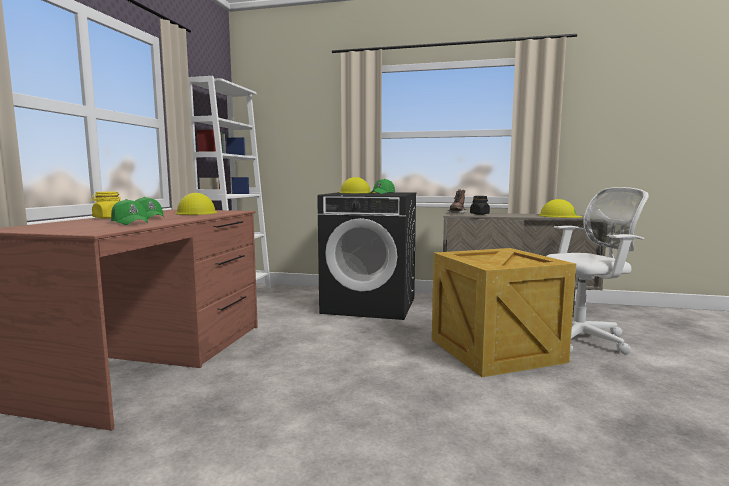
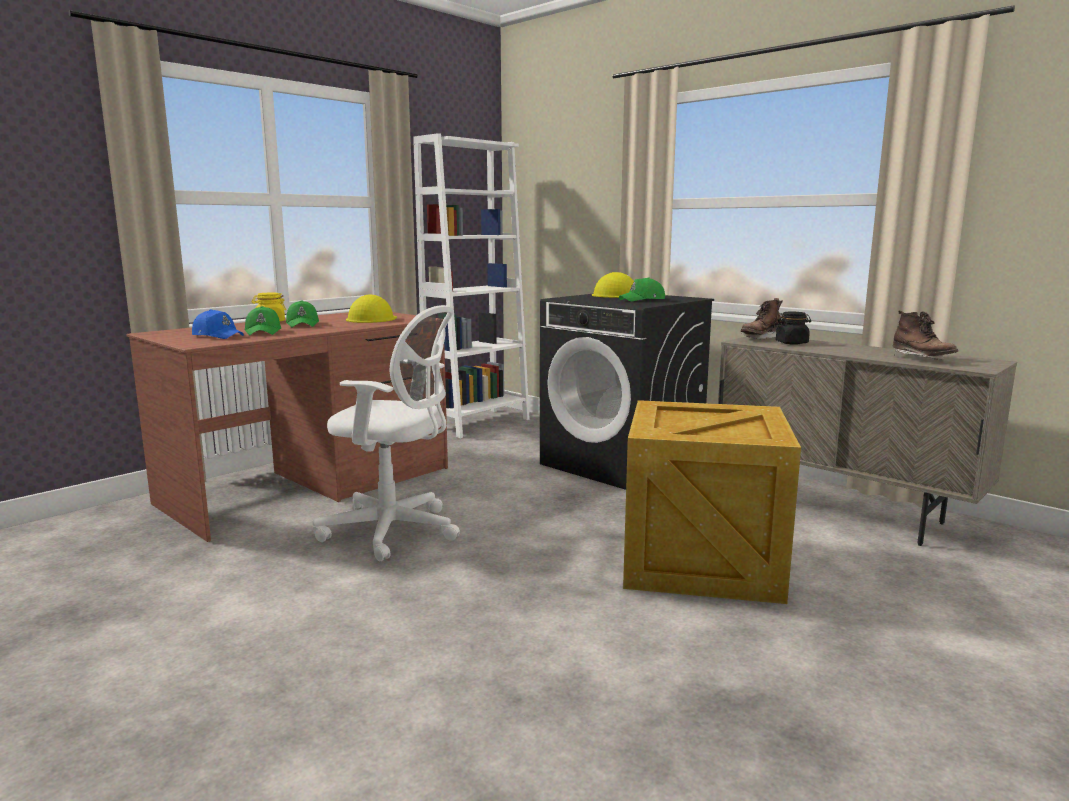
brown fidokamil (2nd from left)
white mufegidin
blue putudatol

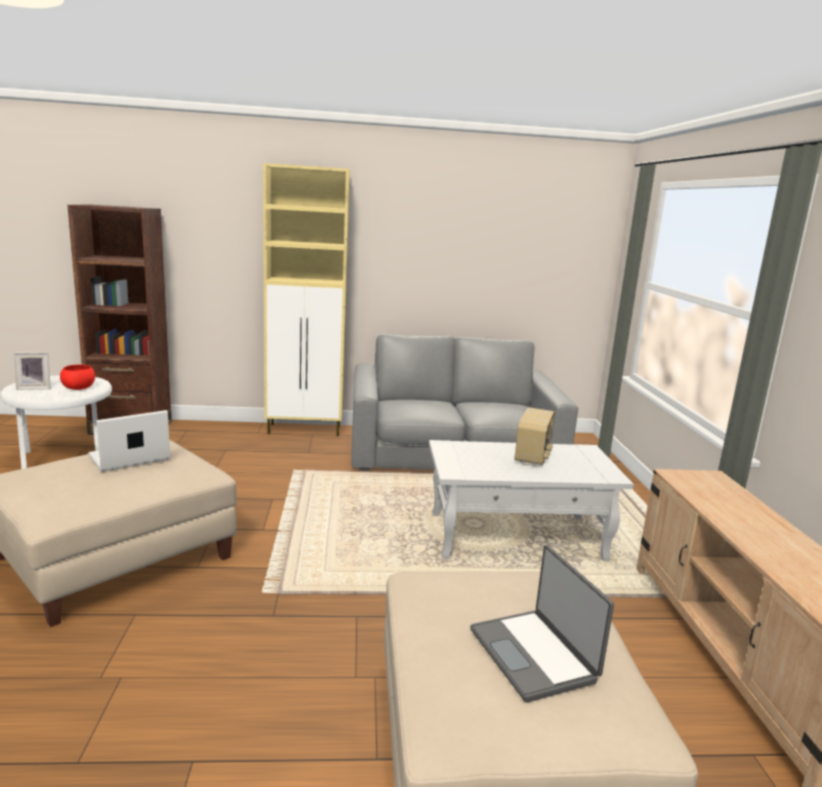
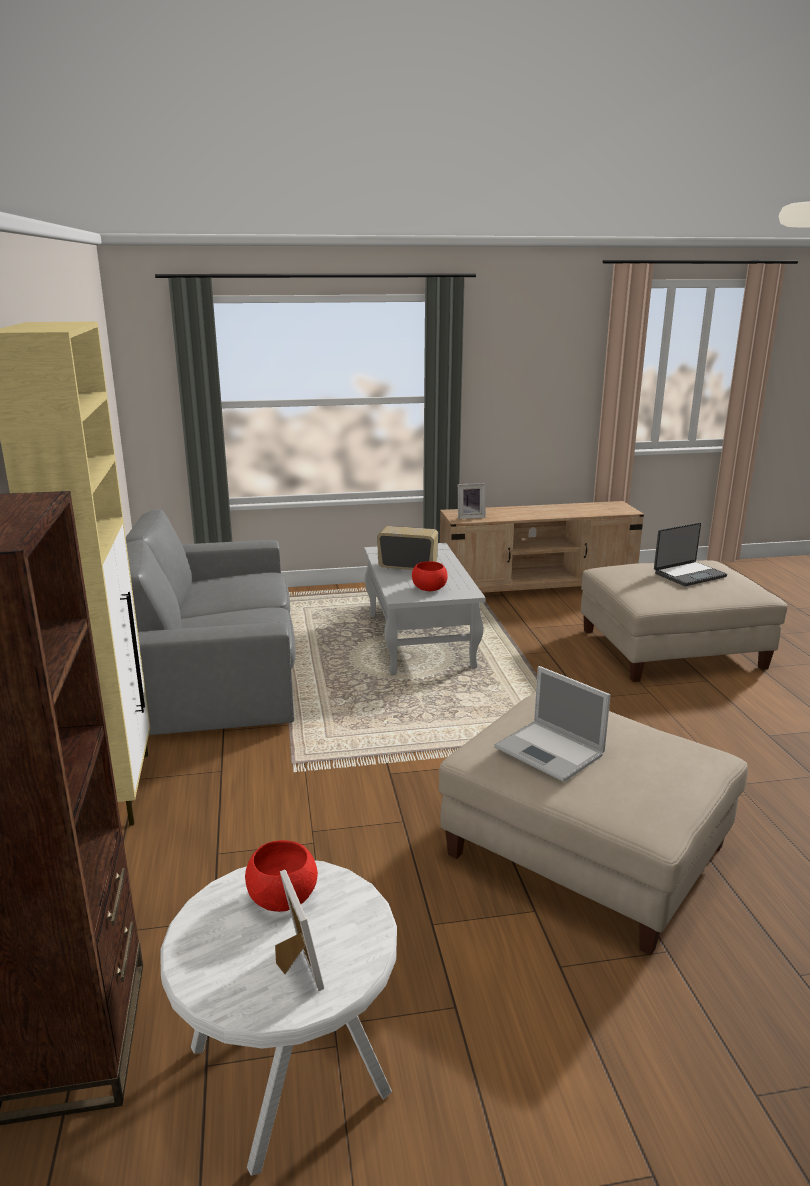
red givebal (2nd from left)
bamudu (2nd from left)

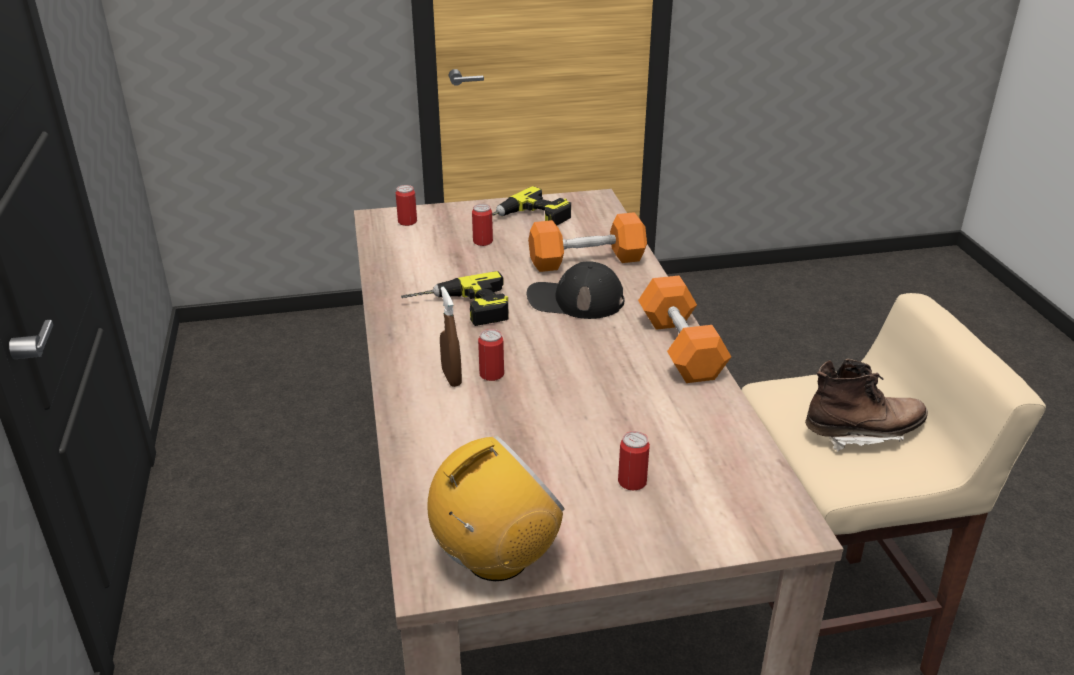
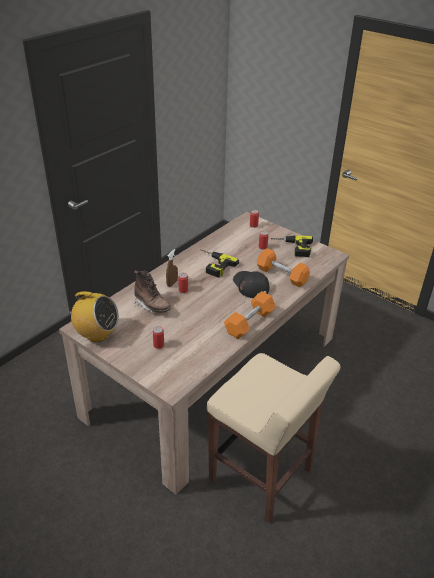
brown fidokamil

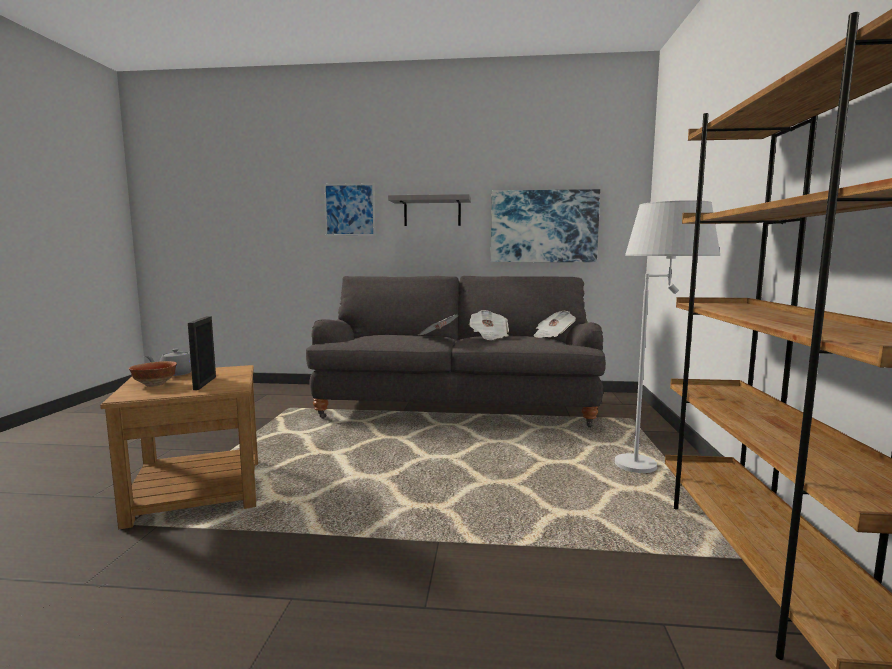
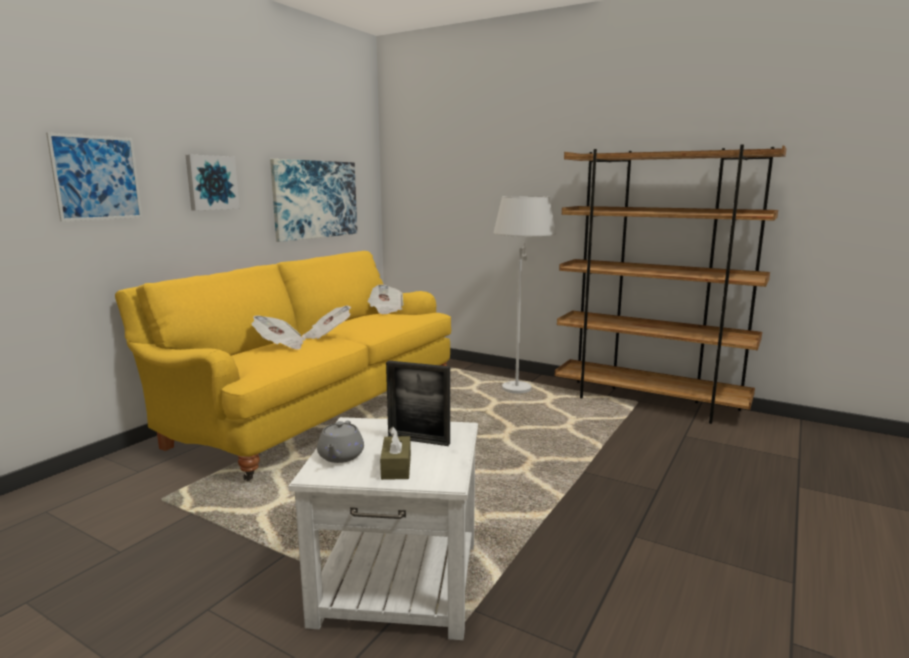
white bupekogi
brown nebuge
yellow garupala
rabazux (2nd from left)
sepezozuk (1st from left)

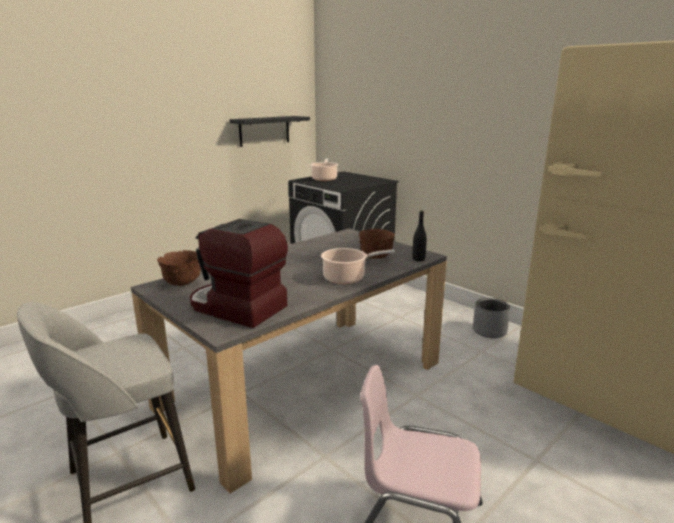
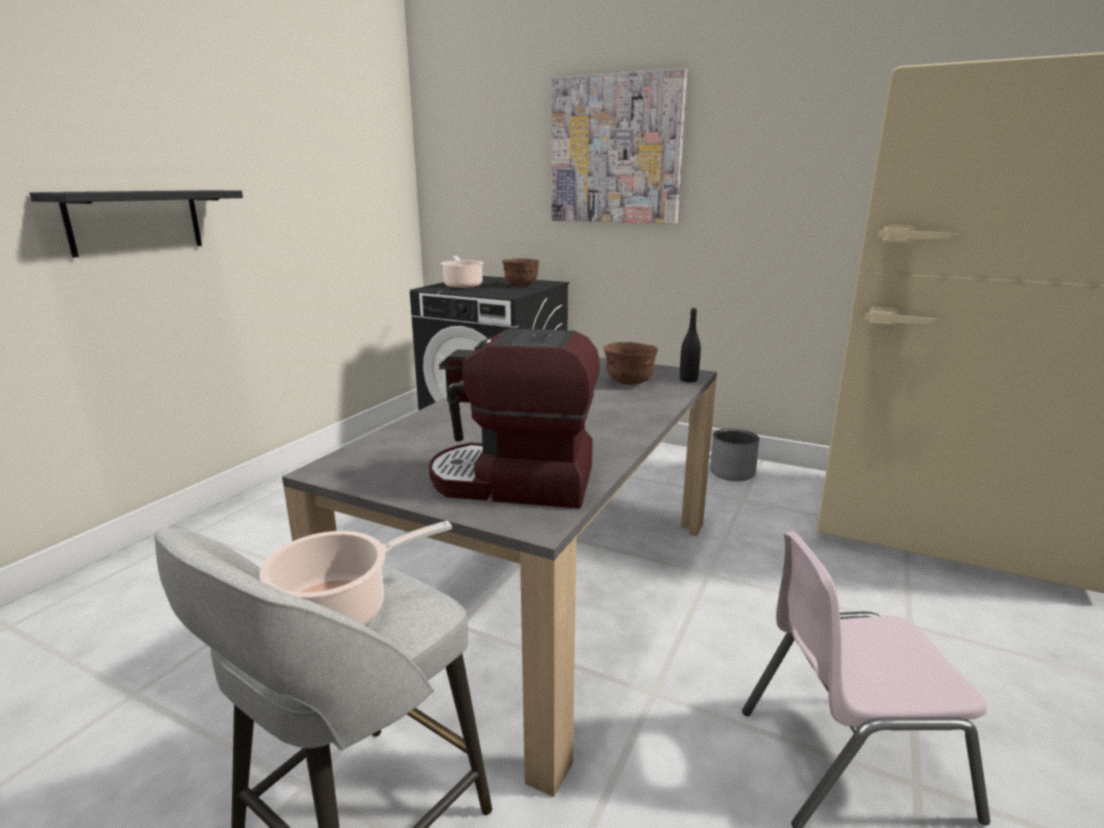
brown givebal (1st from left)
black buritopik
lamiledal (1st from left)
rabazux

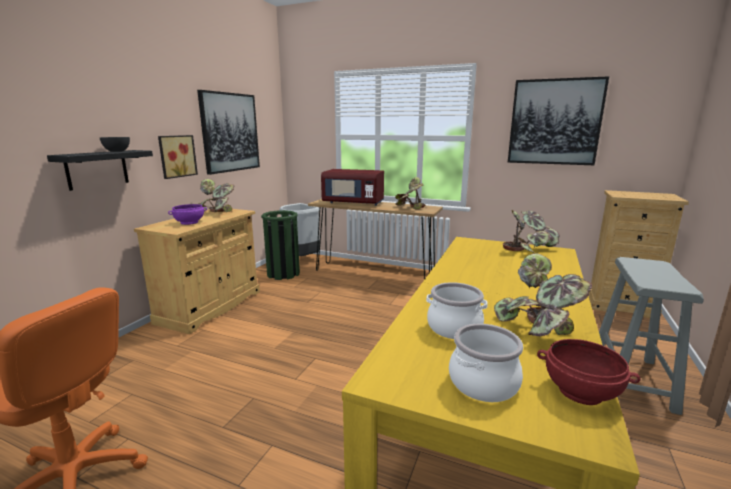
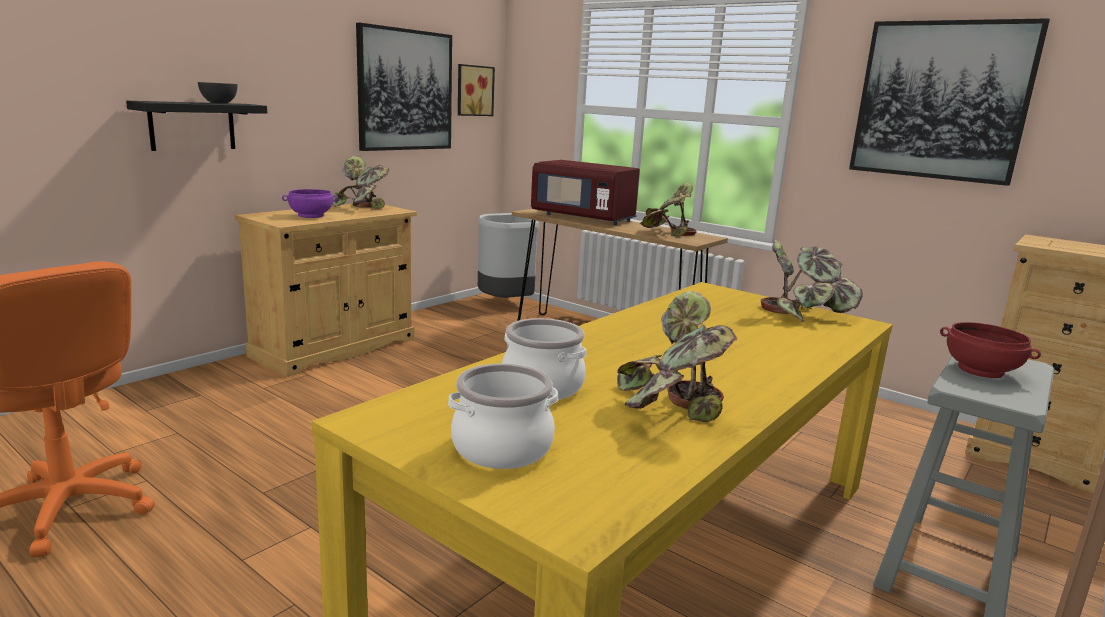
rabazux (2nd from left)
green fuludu
red givebal

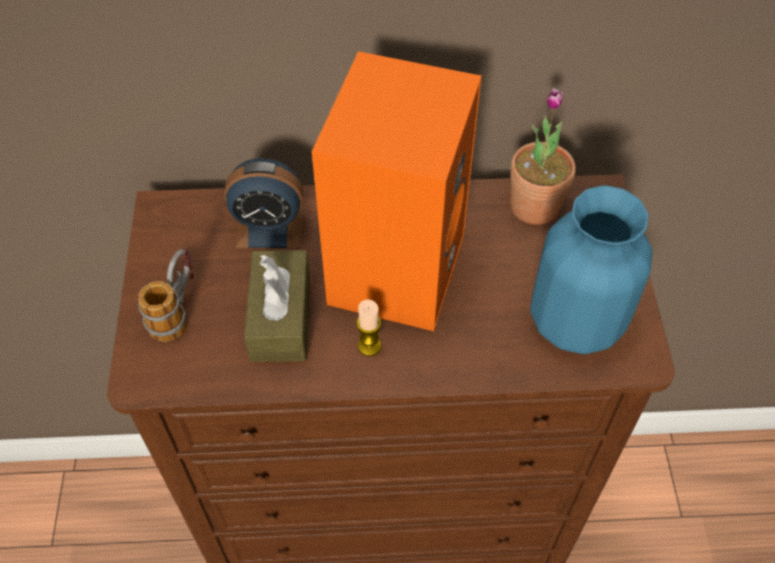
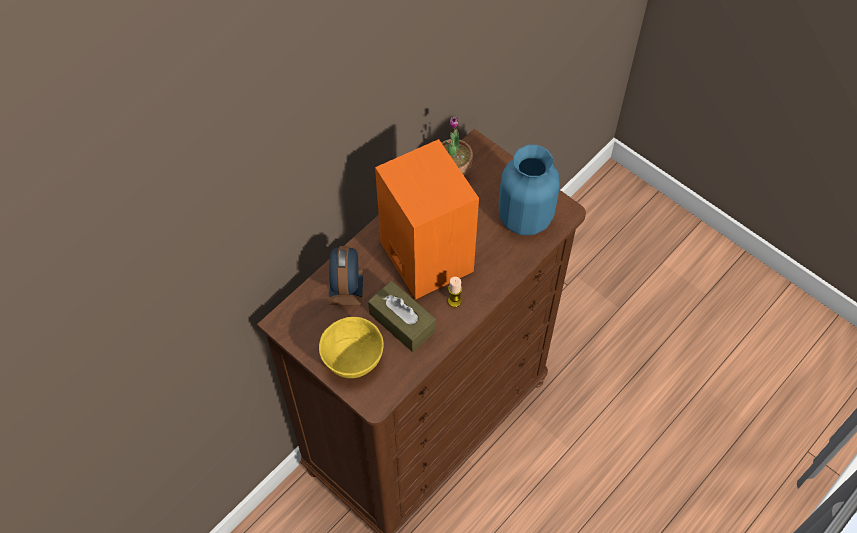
yellow givebal
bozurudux

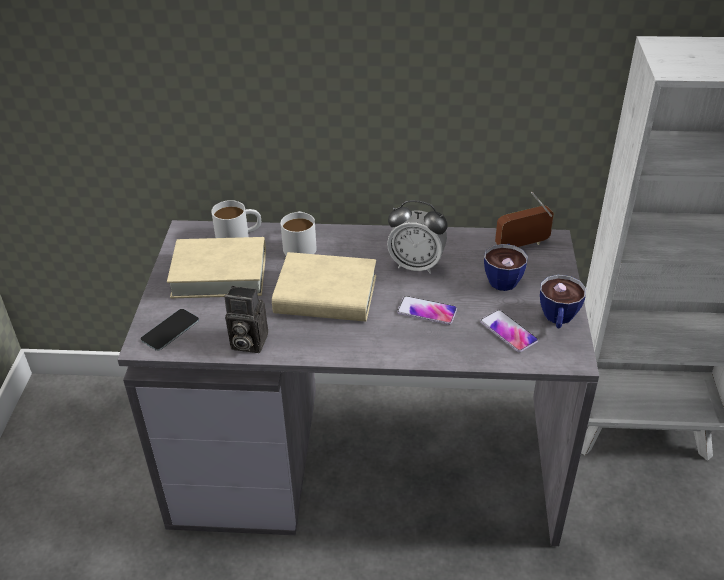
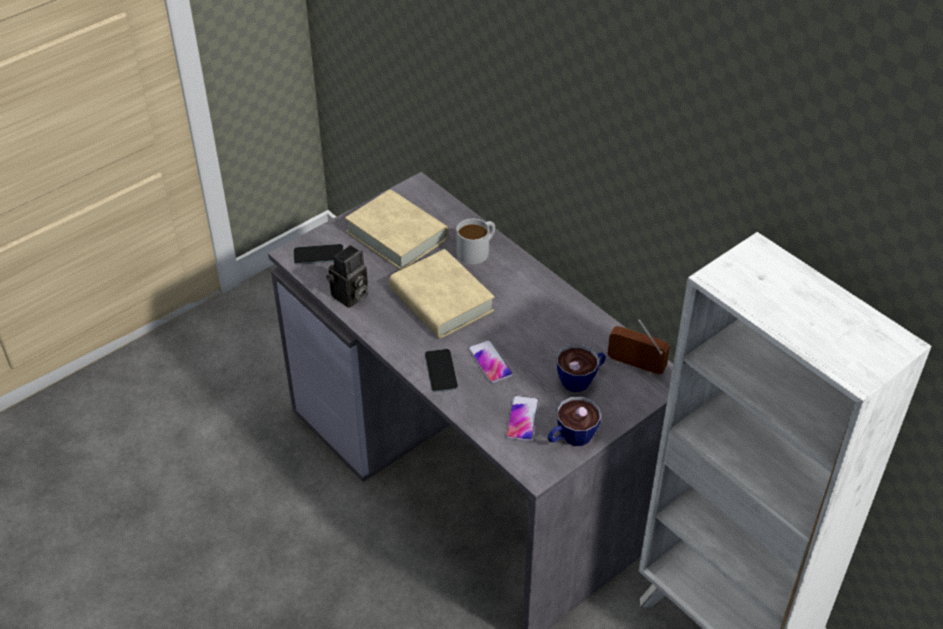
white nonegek (1st from left in the first image)
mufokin
bozurudux
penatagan (2nd from left)

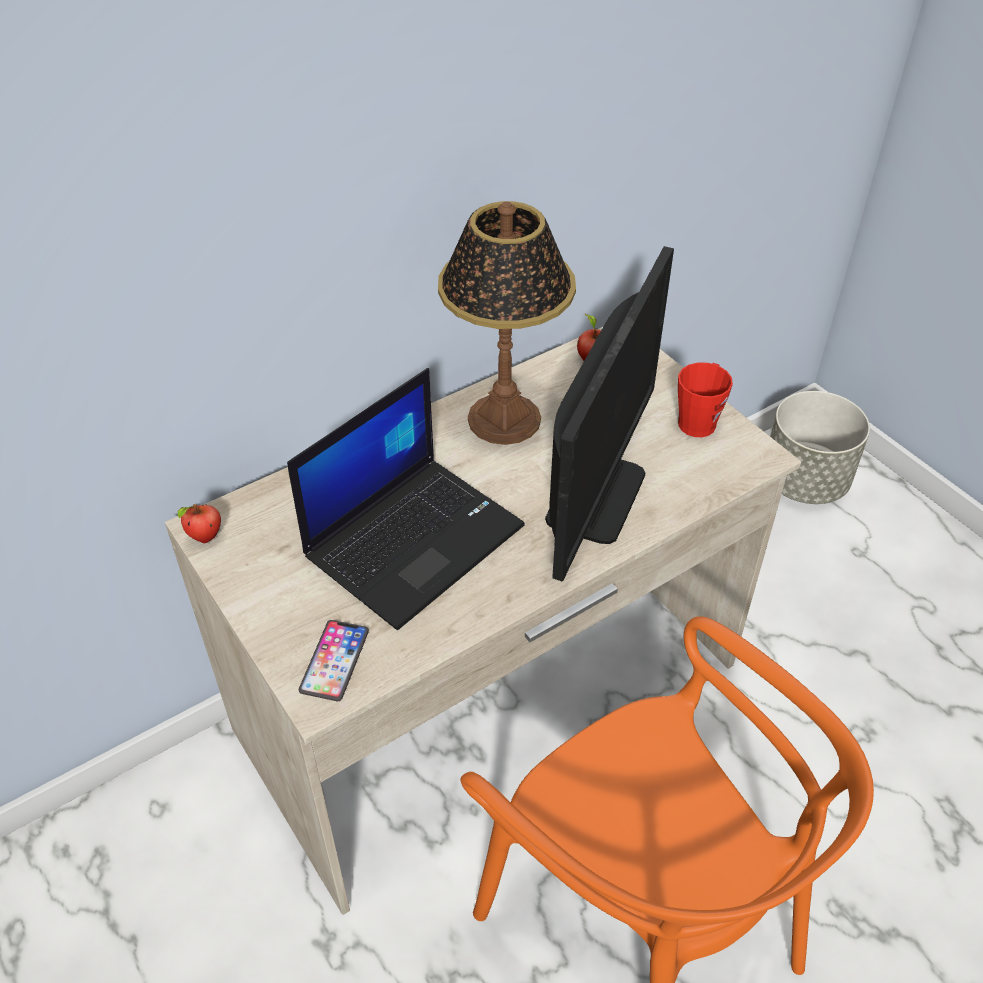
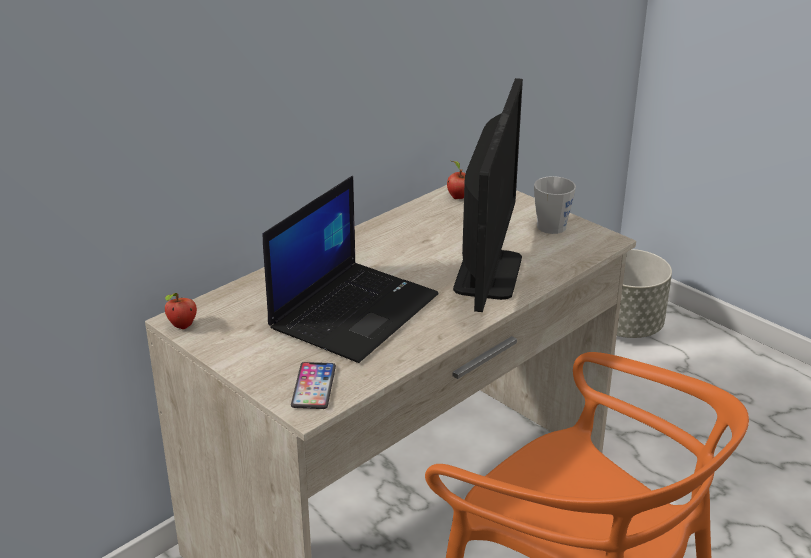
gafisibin
grey nonegek

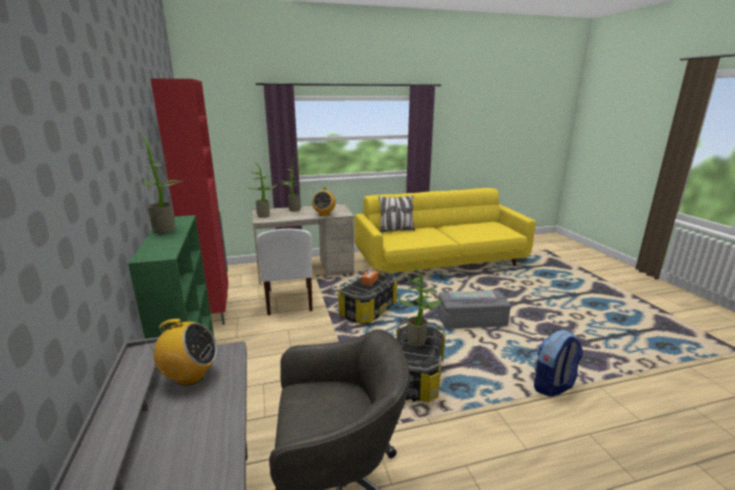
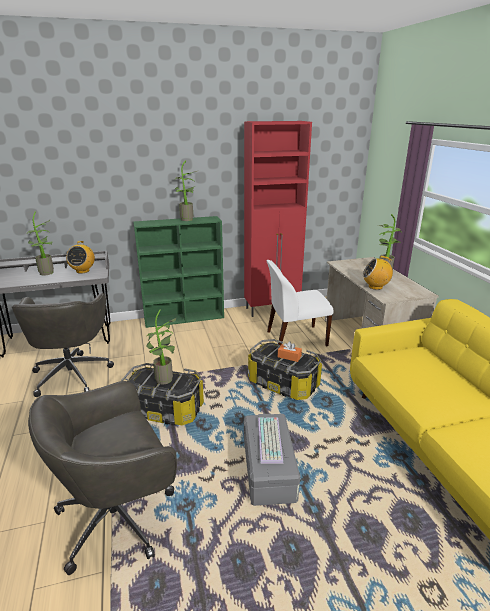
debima (1st from left)
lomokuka
grey mufegidin (2nd from left)

